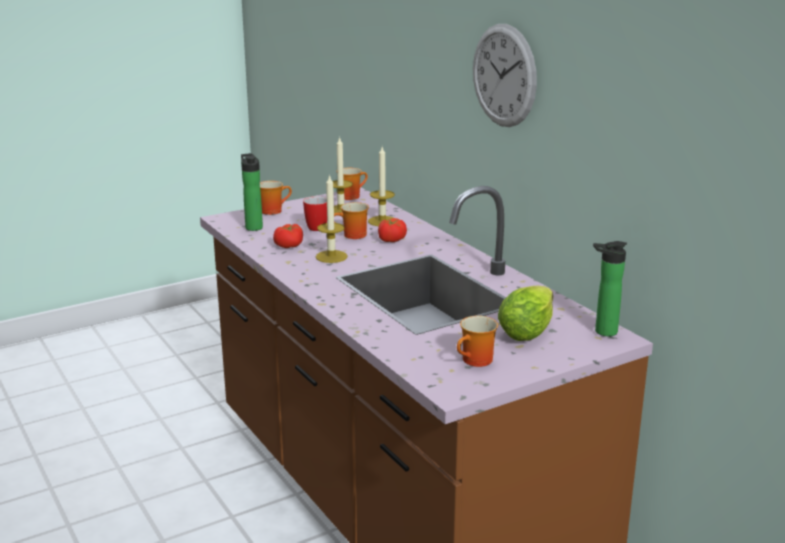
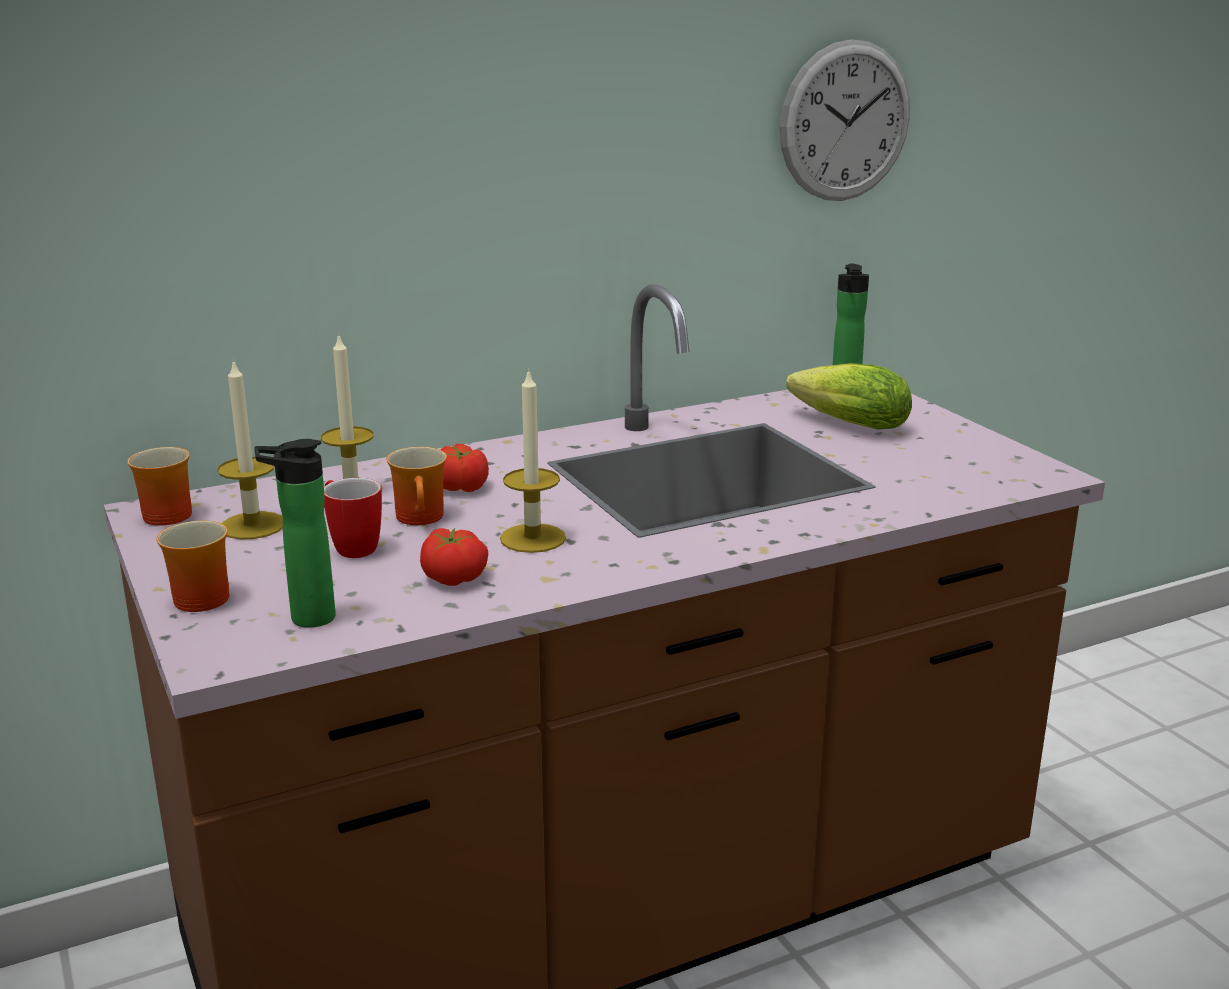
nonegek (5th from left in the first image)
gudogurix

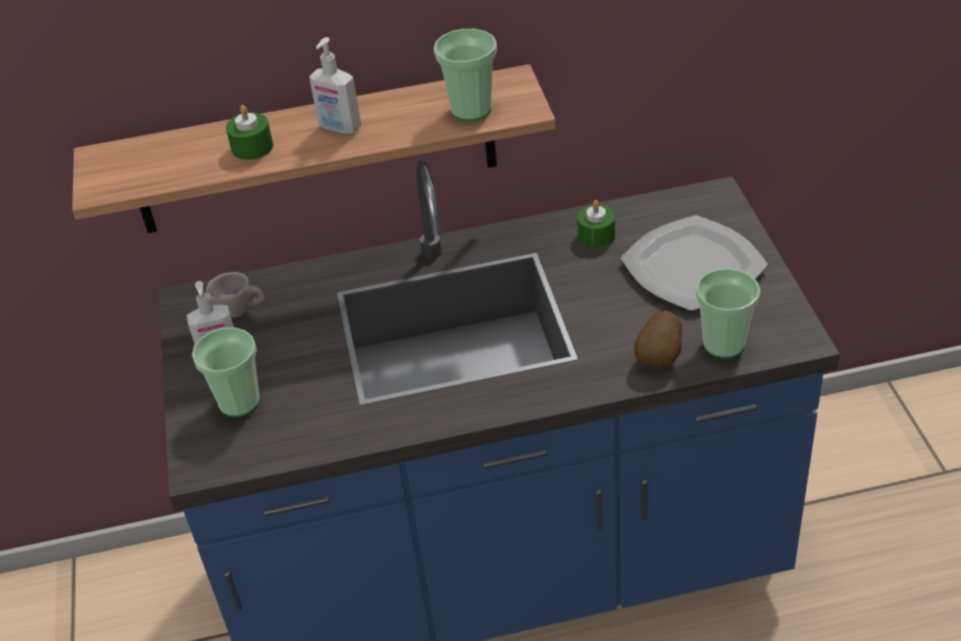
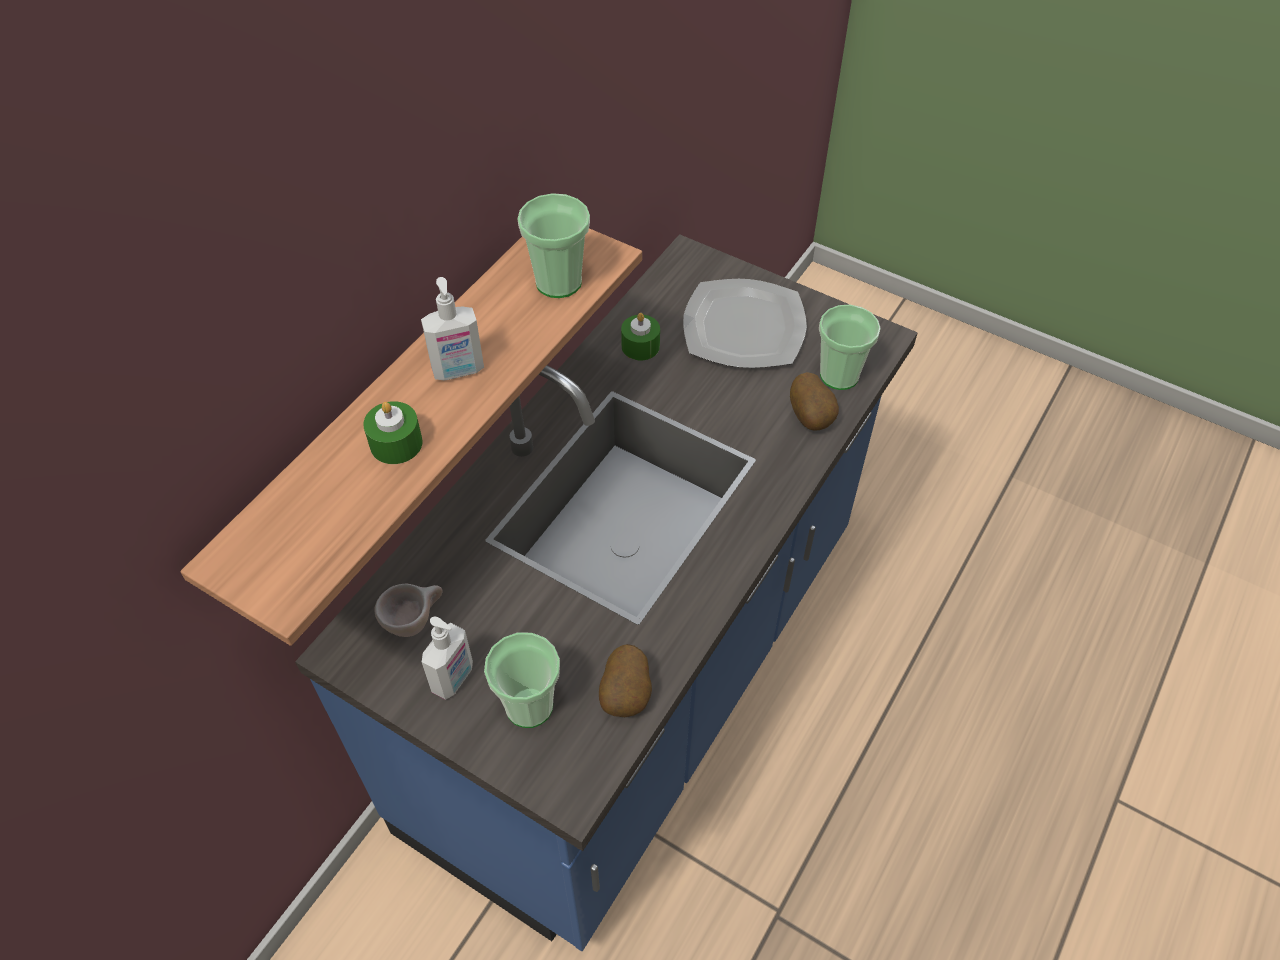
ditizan (1st from left)

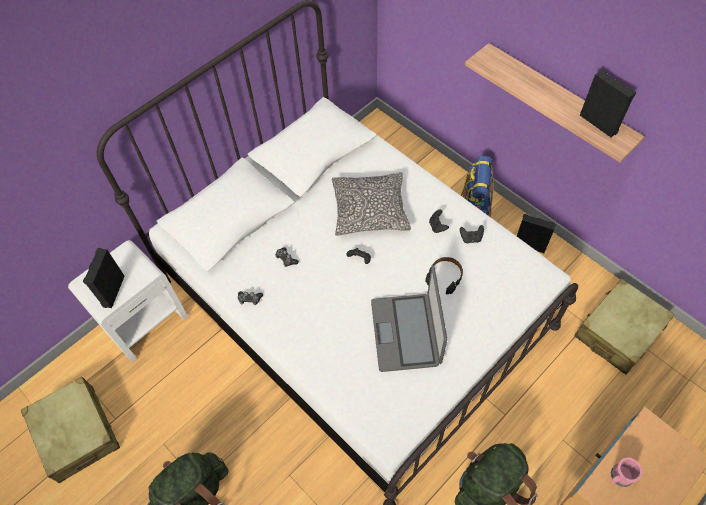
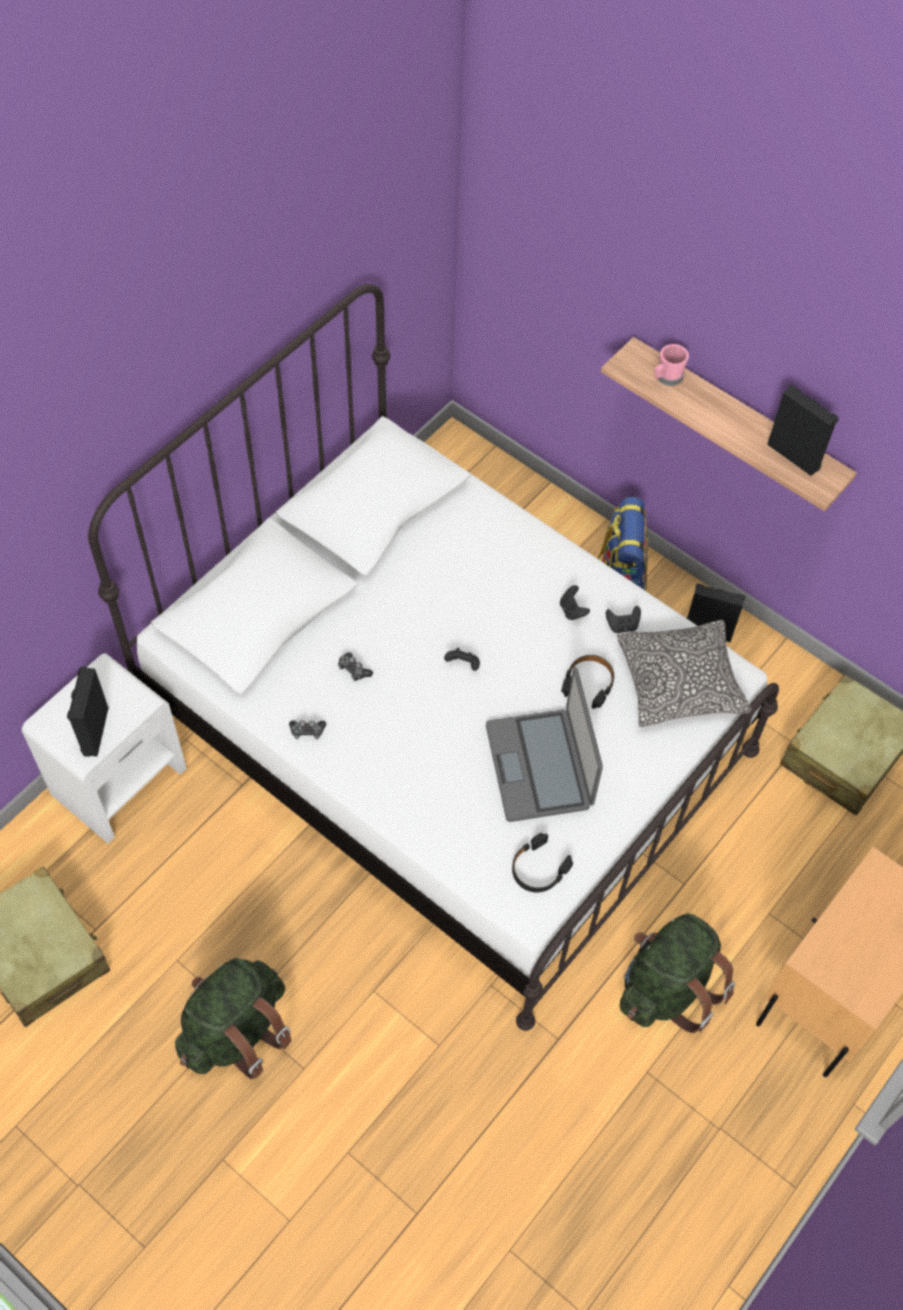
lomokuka
pink nonegek
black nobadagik (1st from left)

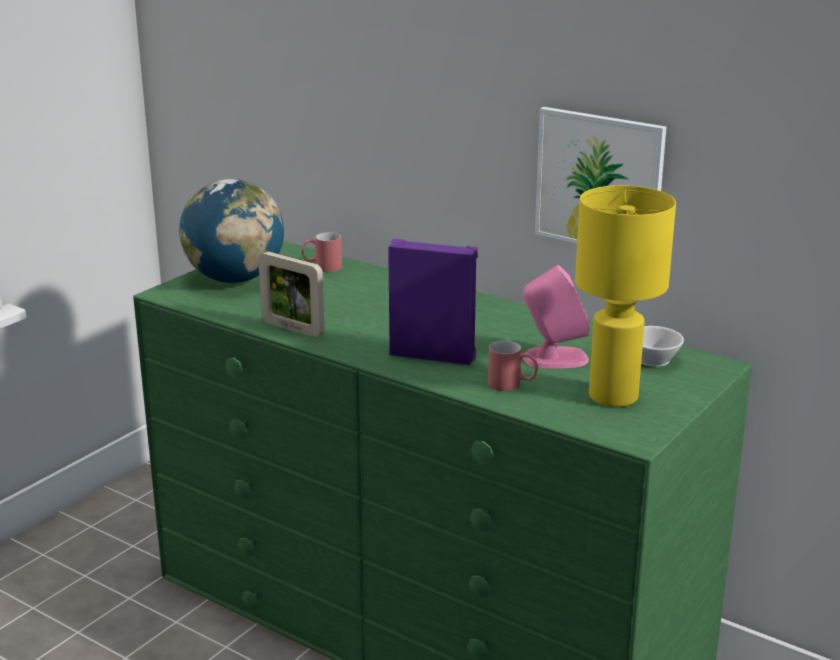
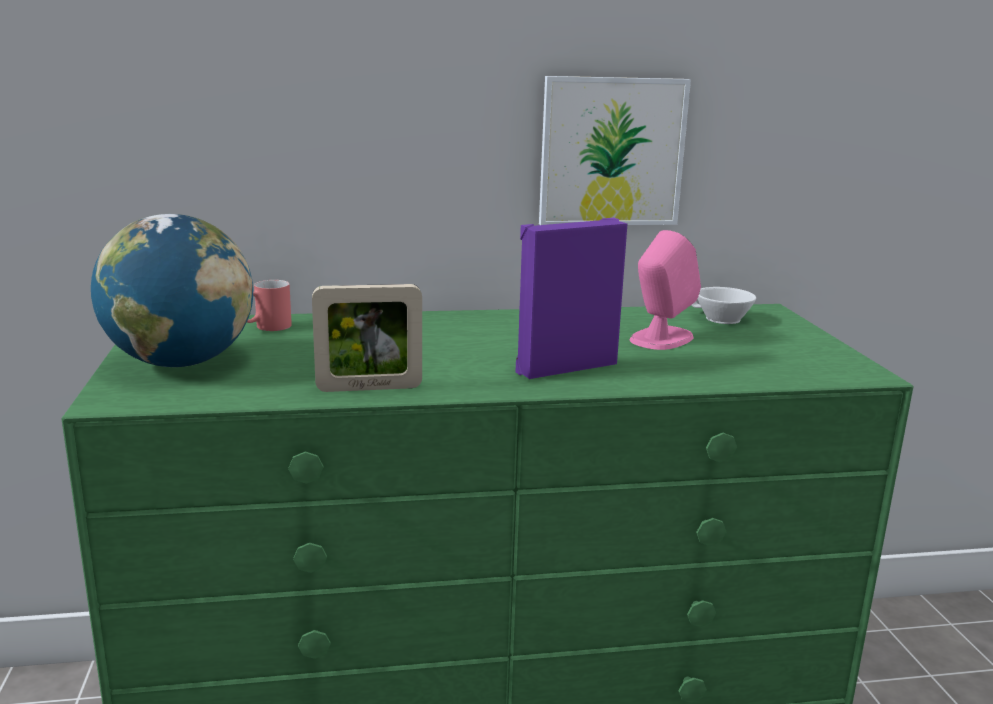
red nonegek (2nd from left in the first image)
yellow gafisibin

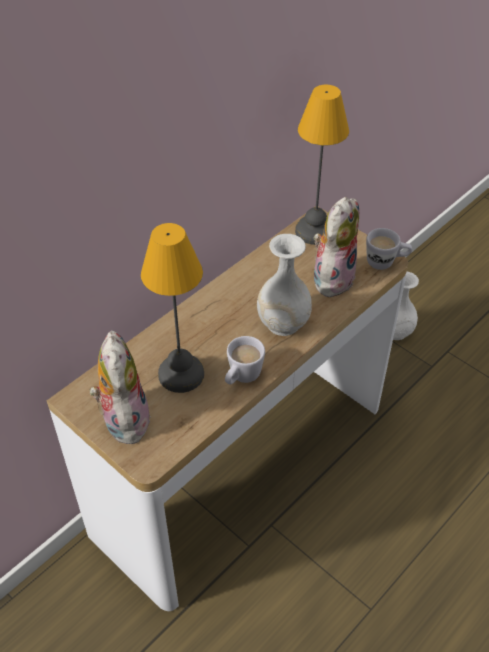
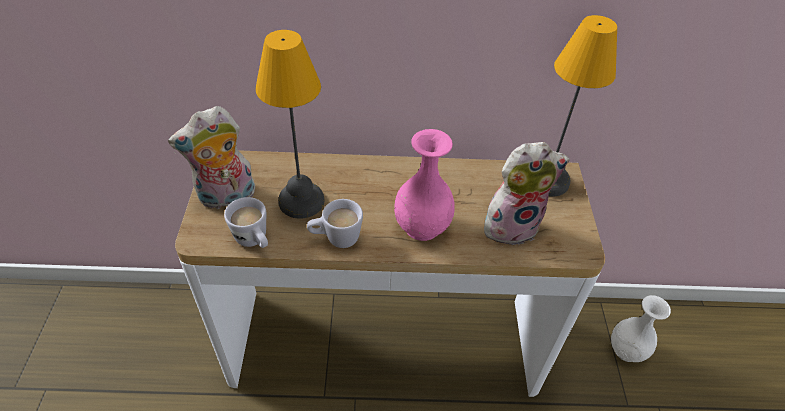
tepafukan (1st from left)
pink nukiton
white nonegek (1st from left)

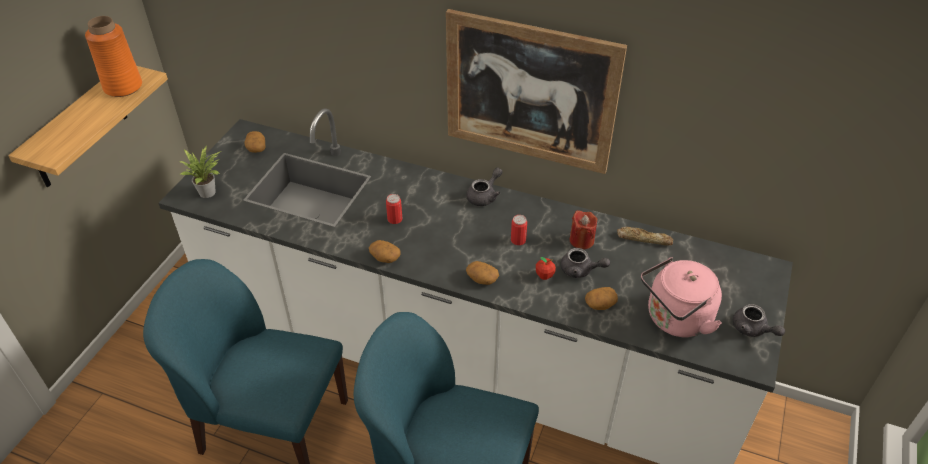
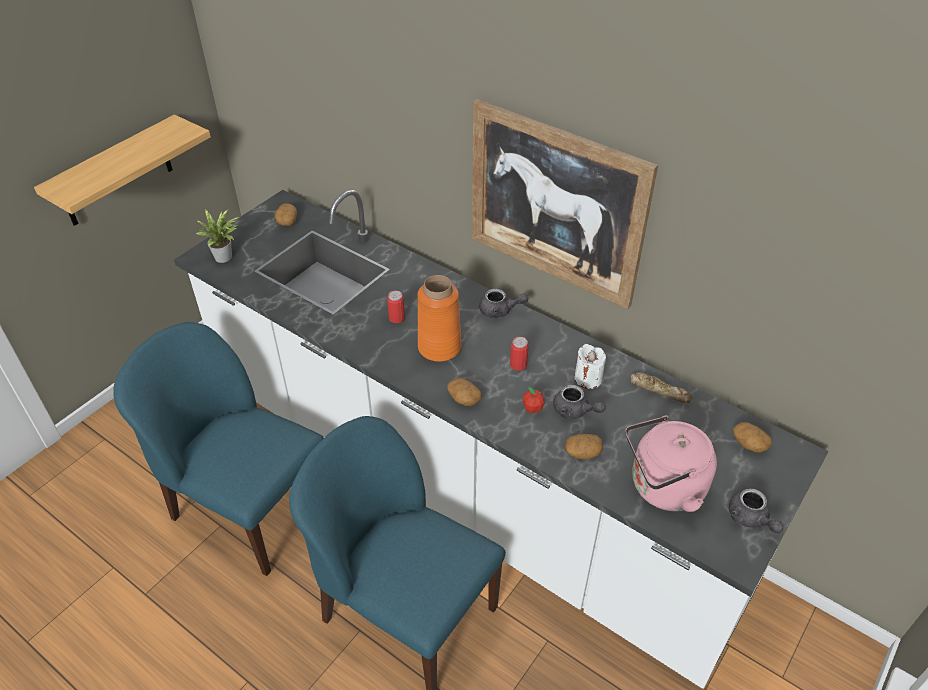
orange nukiton
ditizan (4th from left)
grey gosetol (1st from left)
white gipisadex

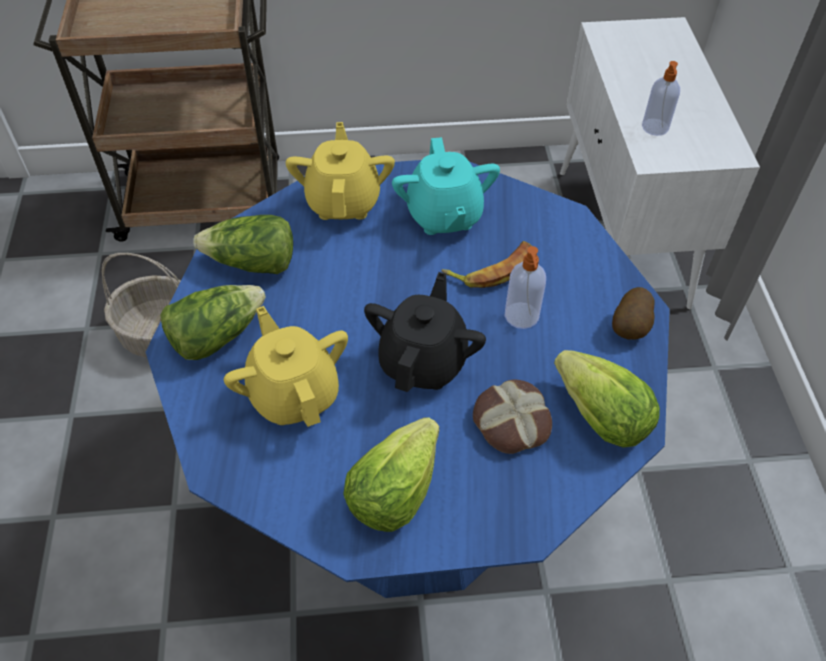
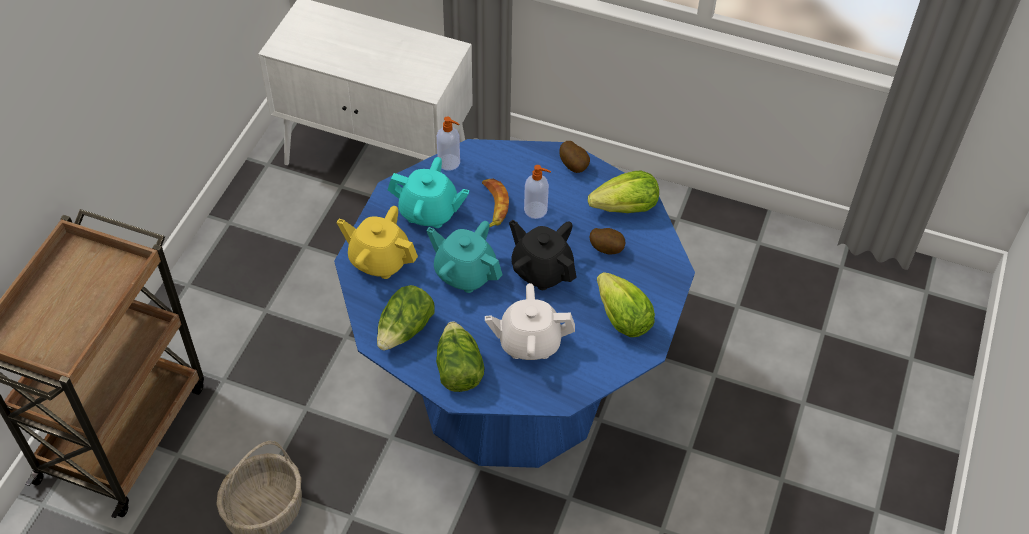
white gosetol
ditizan (2nd from left)
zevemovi (1st from left)
turquoise gosetol (2nd from left)

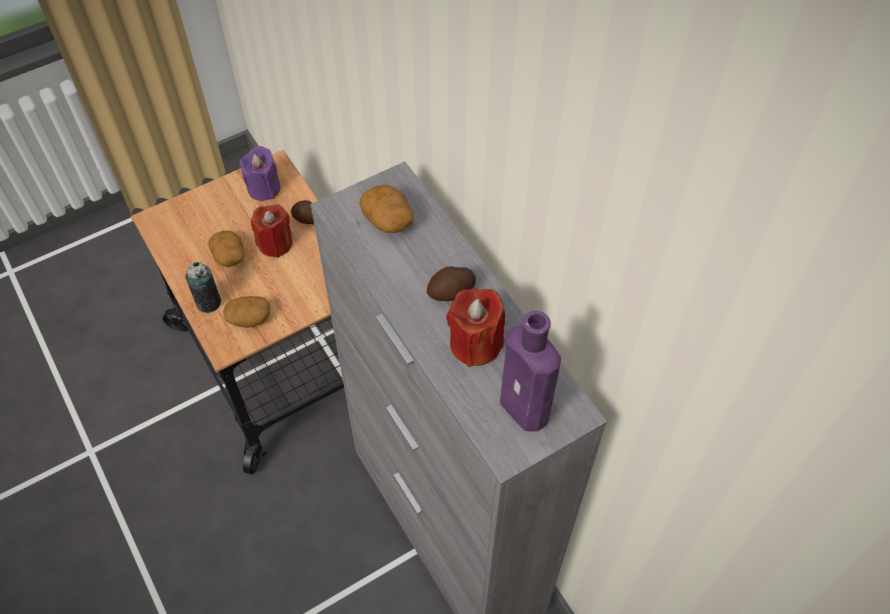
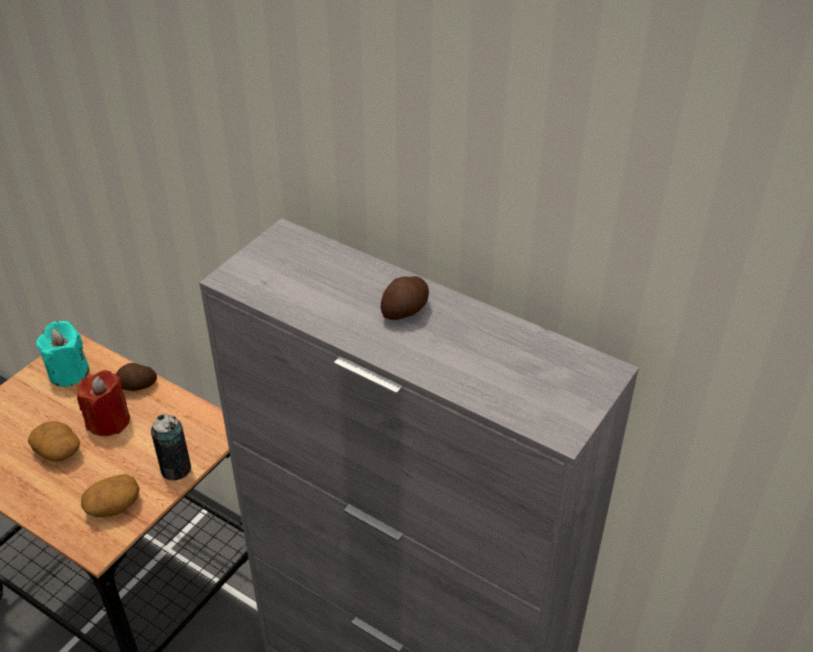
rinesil
turquoise gipisadex
ditizan (4th from left in the first image)
red gipisadex (2nd from left in the first image)
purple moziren

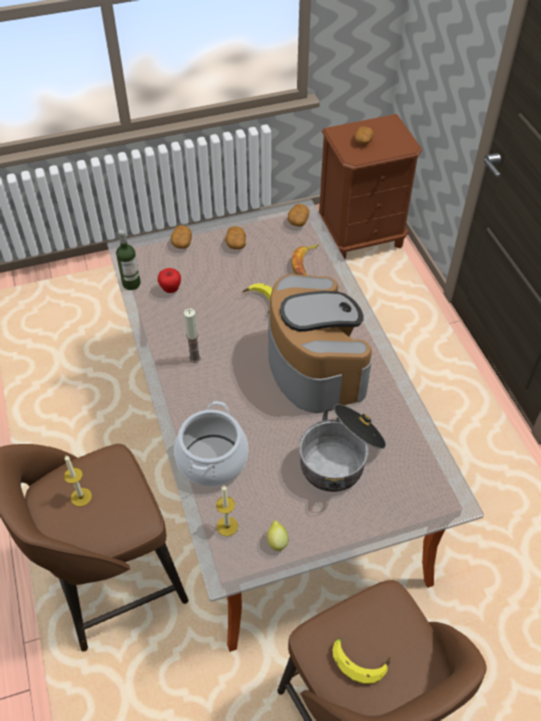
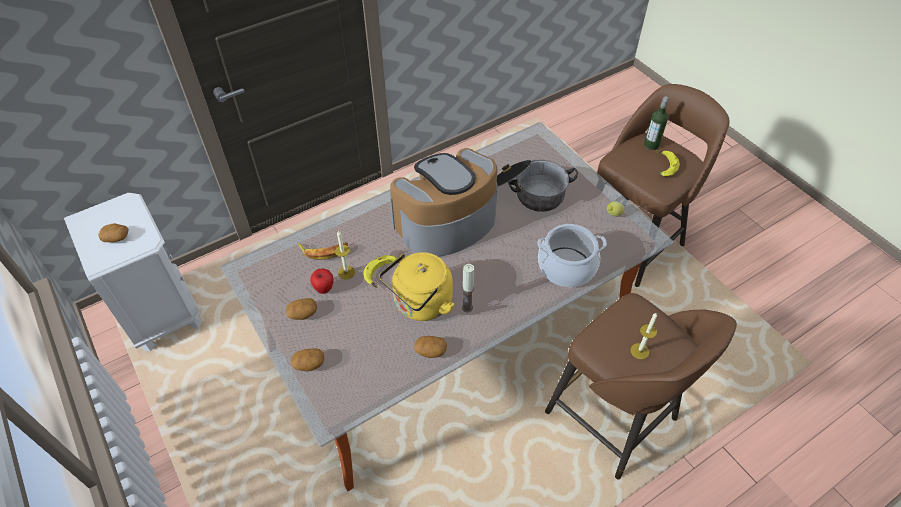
moziren
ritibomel
gipisadex (1st from left)
ditizan (4th from left)
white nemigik
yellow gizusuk

